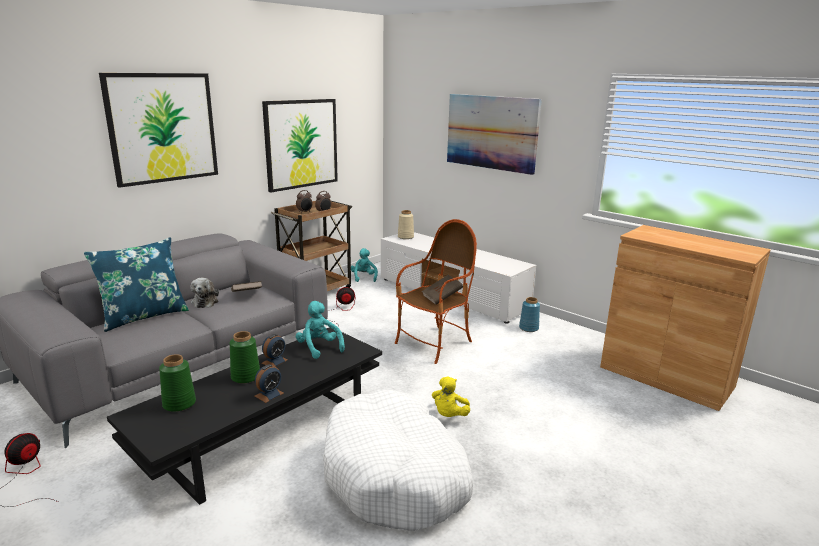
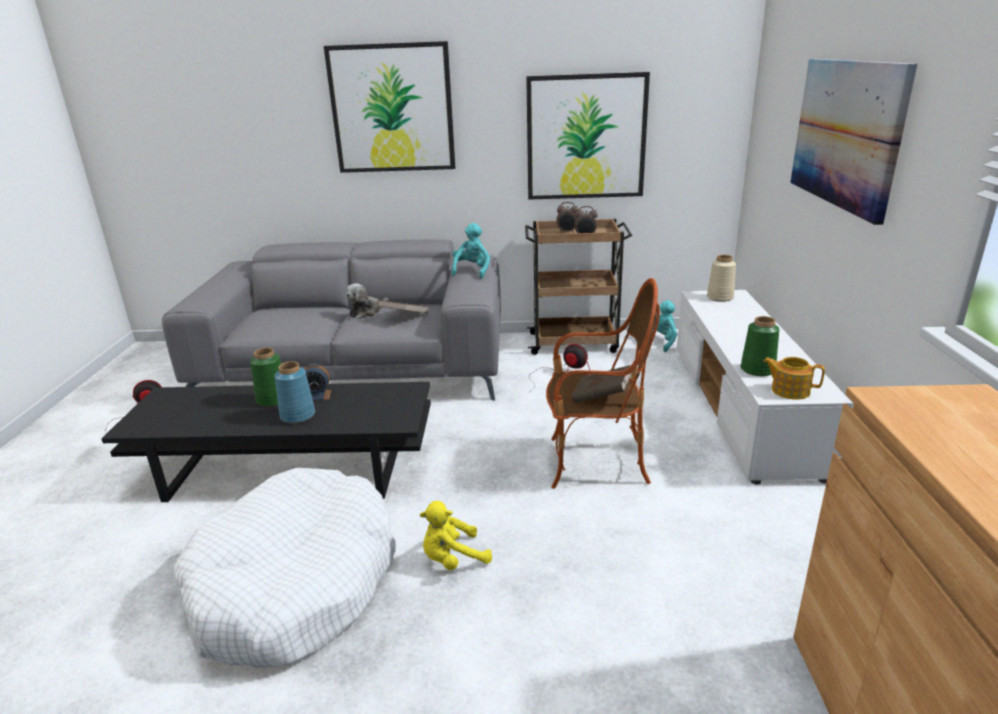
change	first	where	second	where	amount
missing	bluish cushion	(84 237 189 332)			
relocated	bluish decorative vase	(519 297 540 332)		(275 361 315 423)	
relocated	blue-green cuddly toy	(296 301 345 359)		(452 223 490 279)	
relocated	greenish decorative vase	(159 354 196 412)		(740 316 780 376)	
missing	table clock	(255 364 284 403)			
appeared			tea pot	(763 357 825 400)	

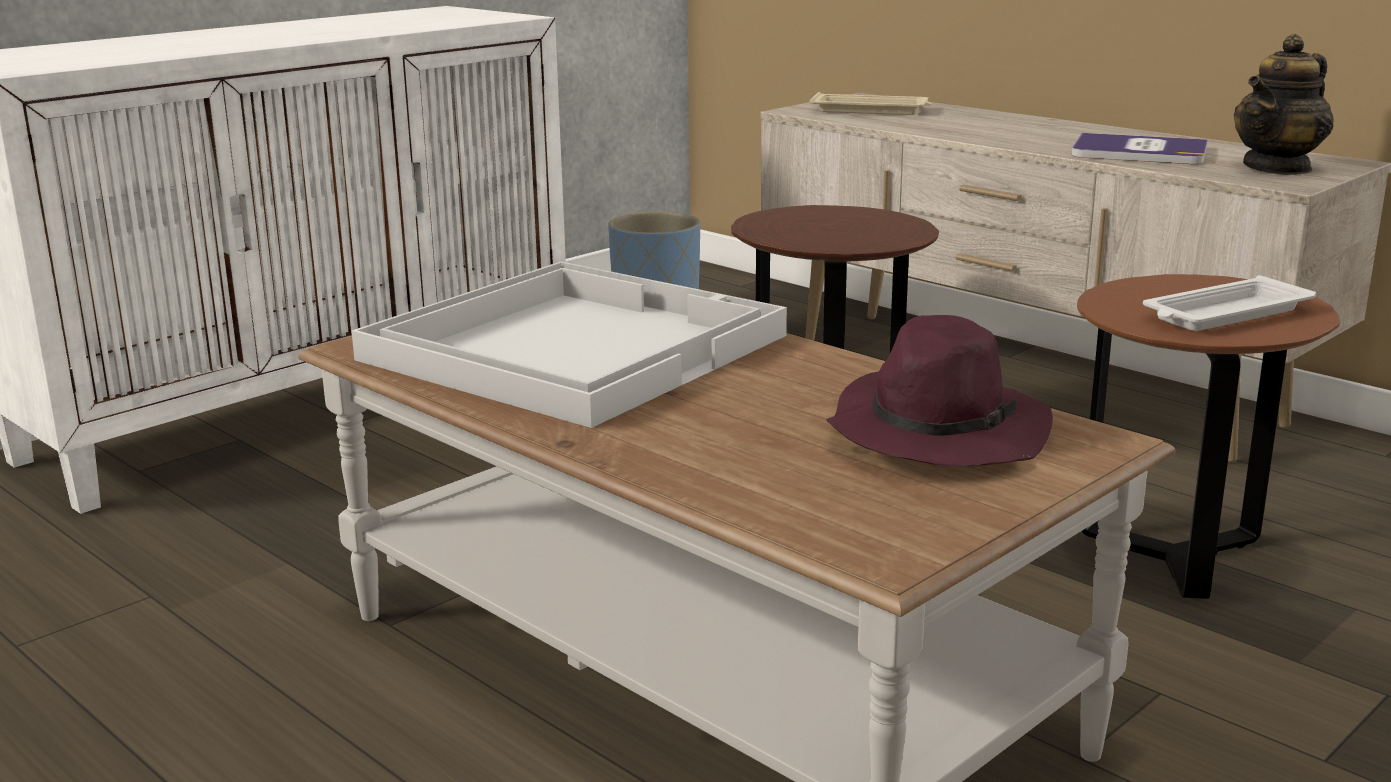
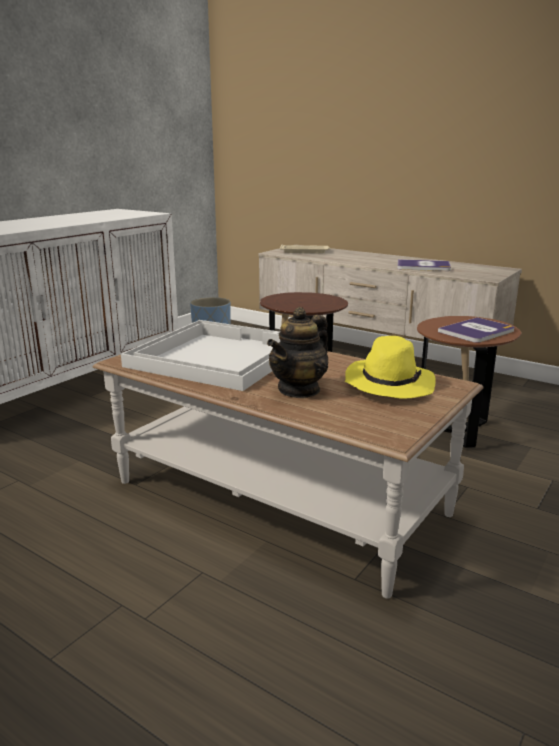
change	first	where	second	where	amount
relocated	tea pot	(1234 34 1334 175)		(267 307 328 399)	
exchanged	white tray	(1143 275 1316 331)	volume	(438 317 514 343)	
colour	purple wearable hat	(826 315 1053 467)	yellowish wearable hat	(345 336 436 399)	

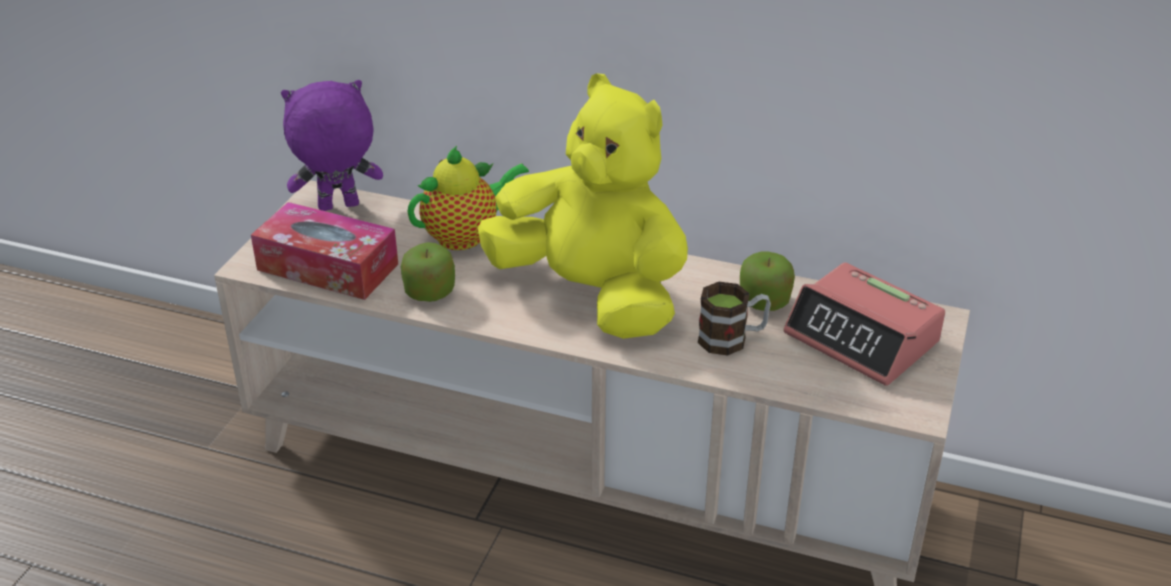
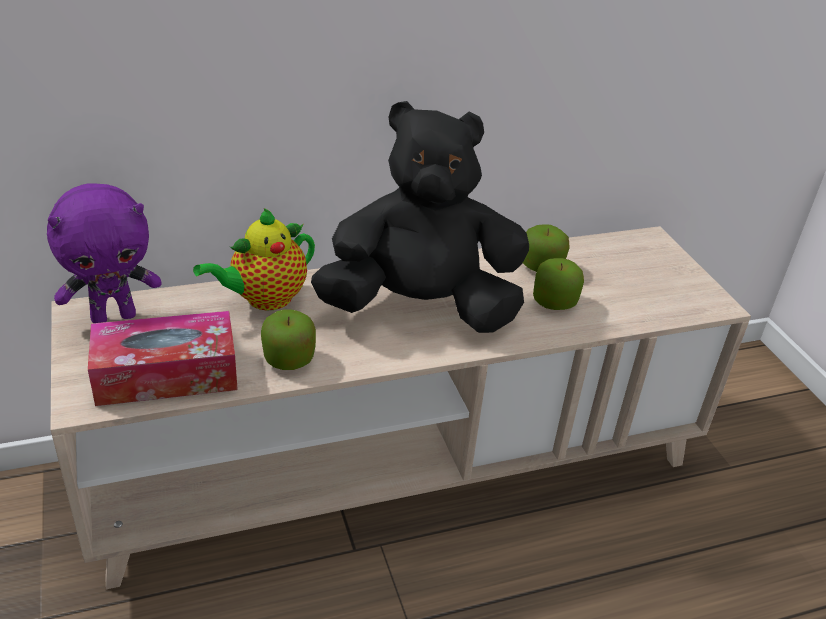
change	first	where	second	where	amount
colour	yellowish cuddly toy	(478 74 688 339)	blackish cuddly toy	(311 101 529 333)	
spun	purple cuddly toy	(281 80 383 211)		(47 183 162 323)	150 degrees counterclockwise
spun	tea pot	(407 146 529 250)		(193 208 315 311)	150 degrees counterclockwise
missing	table clock	(783 262 945 386)			
exchanged	tea mug	(698 282 771 356)	apple fruit	(533 258 584 310)	

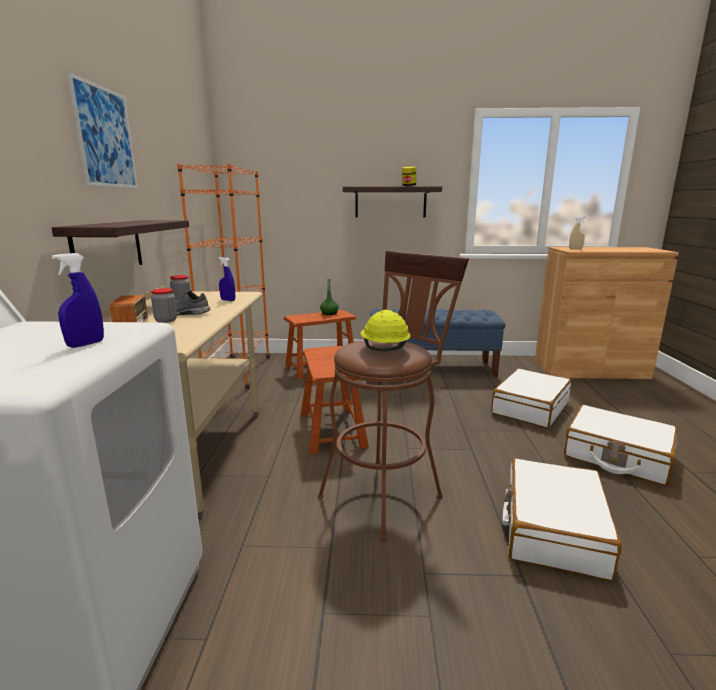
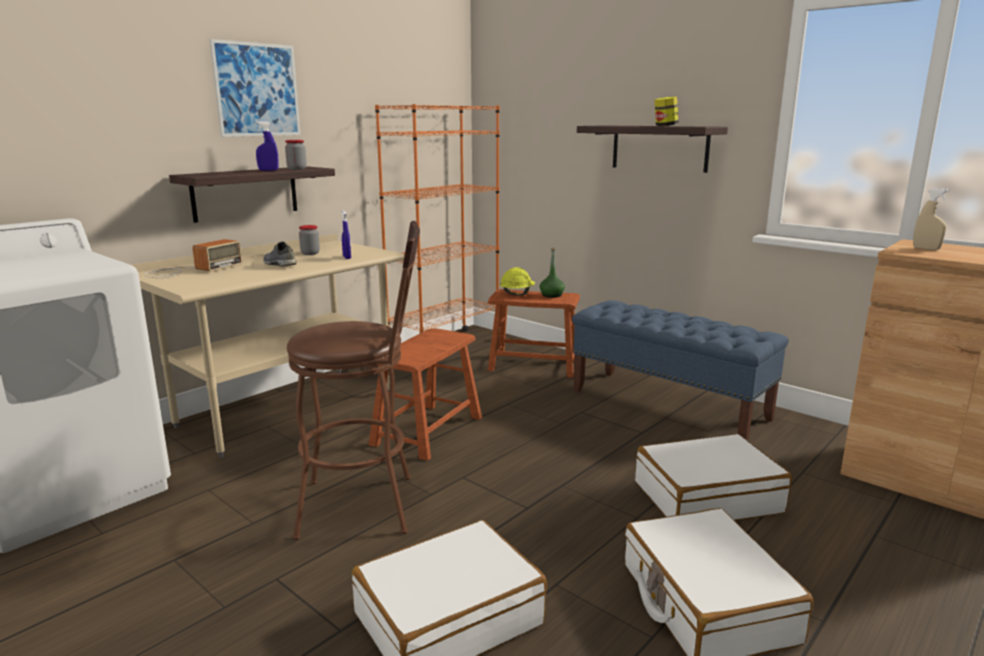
change	first	where	second	where	amount
relocated	bluish sprayer	(52 253 104 348)		(256 121 279 171)	
relocated	storage jar	(151 288 177 323)		(285 140 307 170)	
relocated	yellowish safety helmet	(361 310 411 351)		(500 267 535 295)	

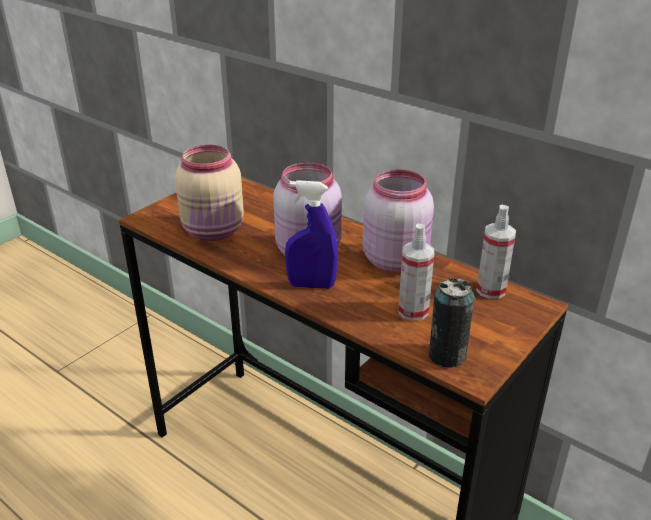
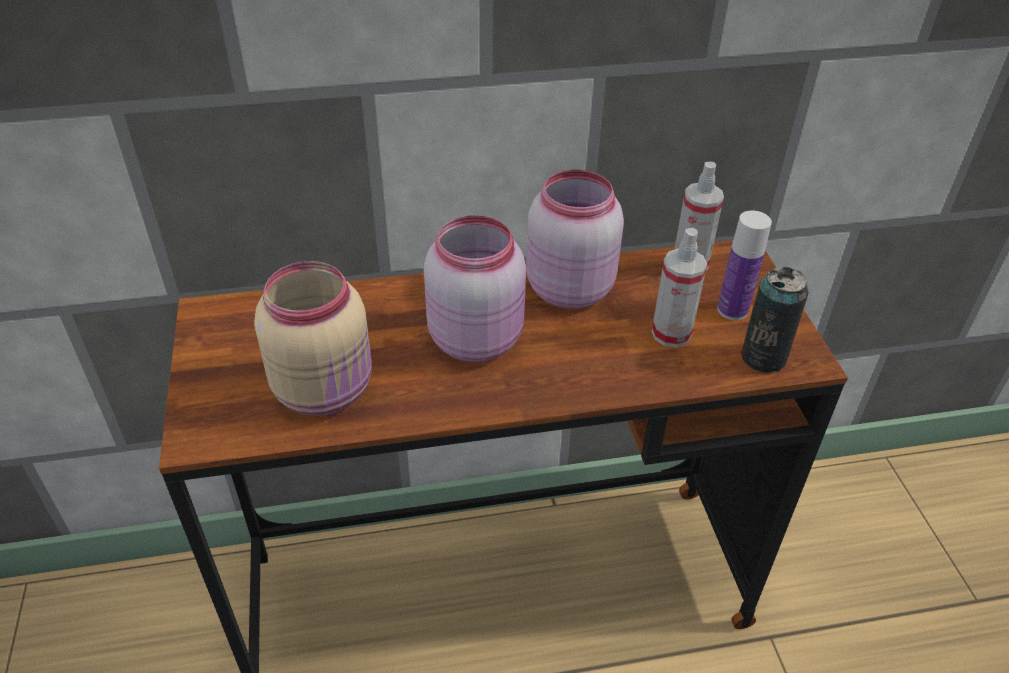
change	first	where	second	where	amount
missing	bluish sprayer	(285 180 338 289)			
appeared			beverage bottle	(717 211 772 320)	

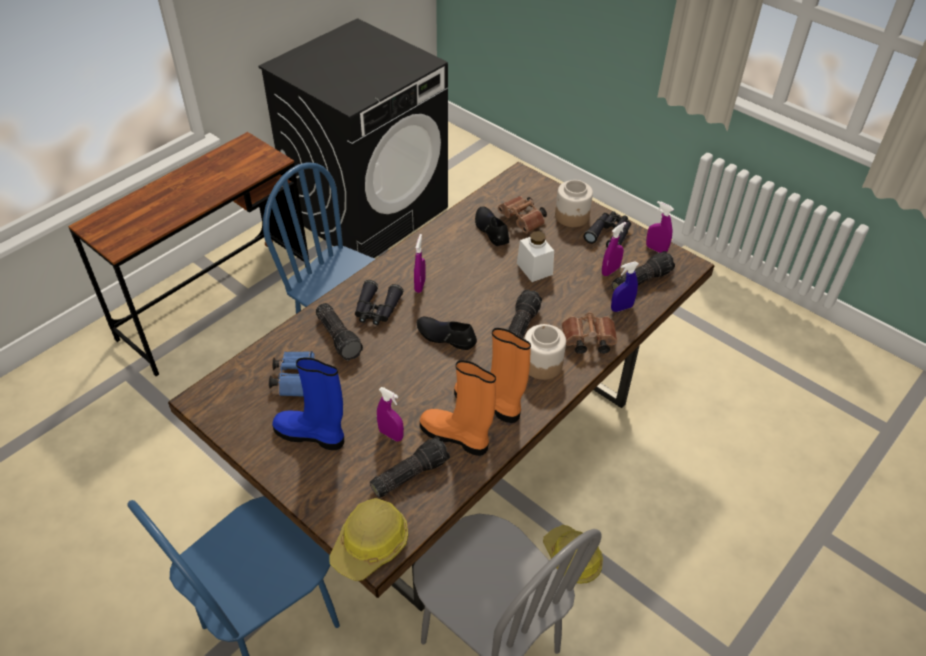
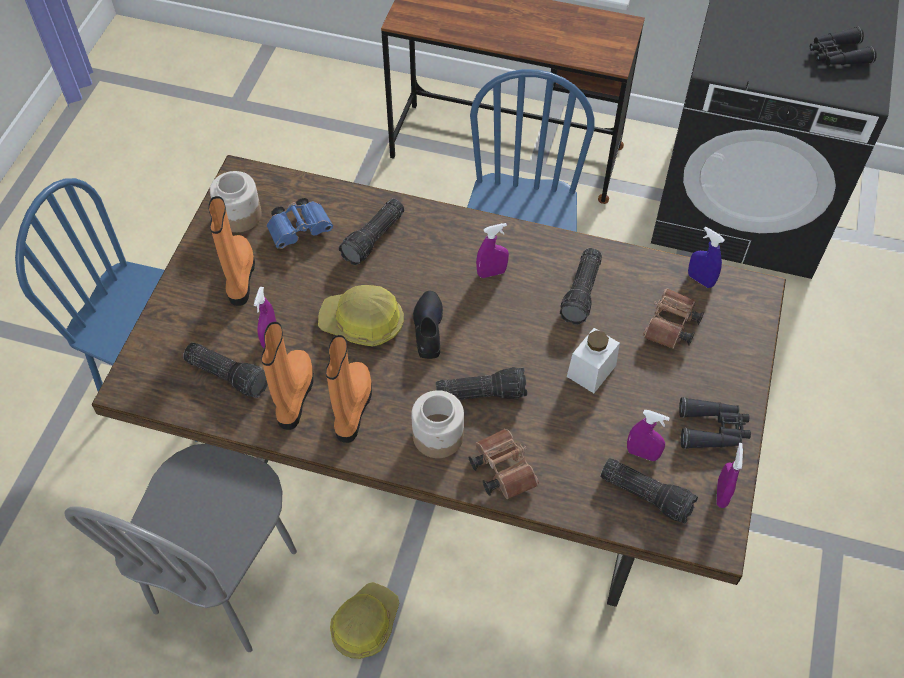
change	first	where	second	where	amount
relocated	storage jar	(555 180 593 227)		(210 171 262 232)	
missing	blackish shoe	(475 206 509 246)			
relocated	bluish sprayer	(611 261 639 312)		(688 227 725 288)	
relocated	blackish pair of binoculars	(355 280 403 325)		(810 26 877 66)	
colour	bluish tall boot	(272 357 344 450)	orangey tall boot	(208 196 255 306)	
relocated	safety helmet	(329 498 408 581)		(318 285 404 347)	
appeared			torch	(560 248 602 325)	

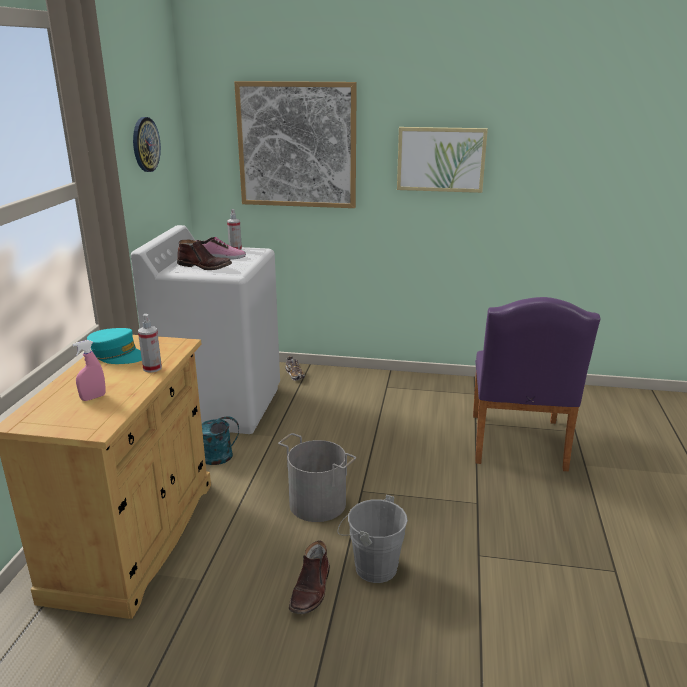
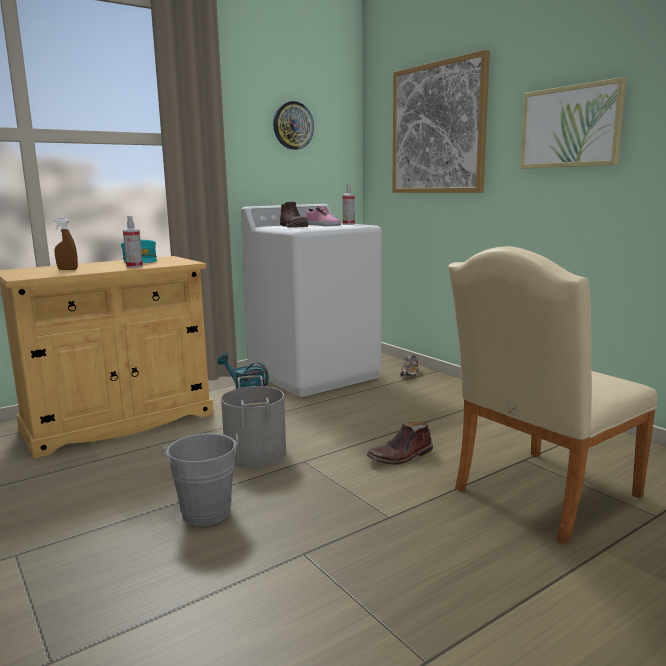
change	first	where	second	where	amount
colour	purple plain chair	(473 297 600 471)	sand-coloured plain chair	(448 246 658 545)	
colour	pink sprayer	(73 340 106 401)	brownish sprayer	(53 219 78 270)	
relocated	brownish tall boot	(289 541 330 614)		(366 421 433 465)	

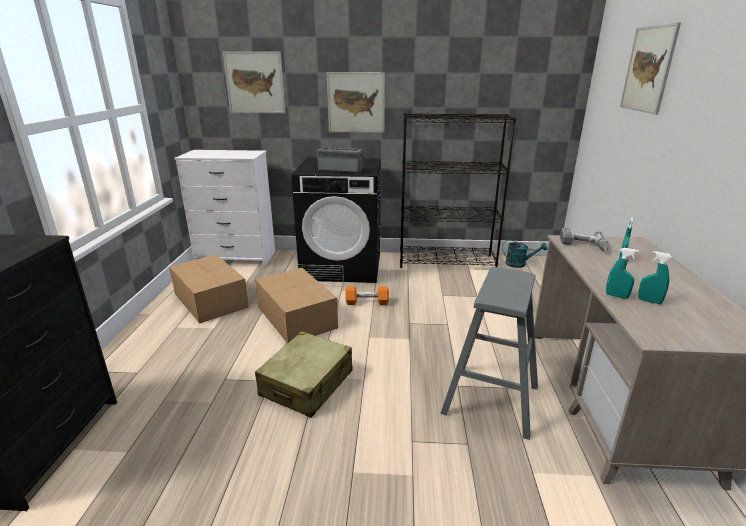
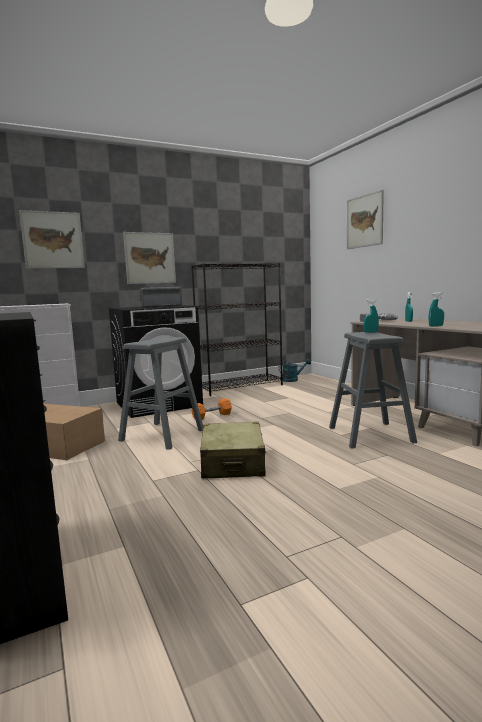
change	first	where	second	where	amount
relocated	blue-green sprayer	(638 251 672 304)		(364 299 379 333)	
exchanged	carton	(255 268 338 343)	grey stool	(118 337 203 450)	

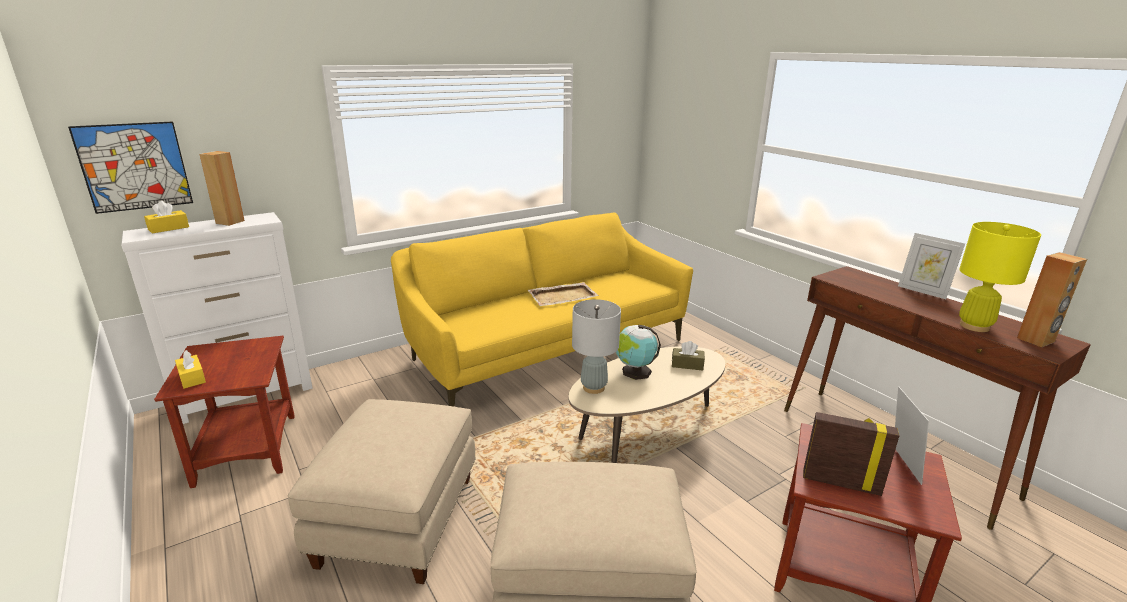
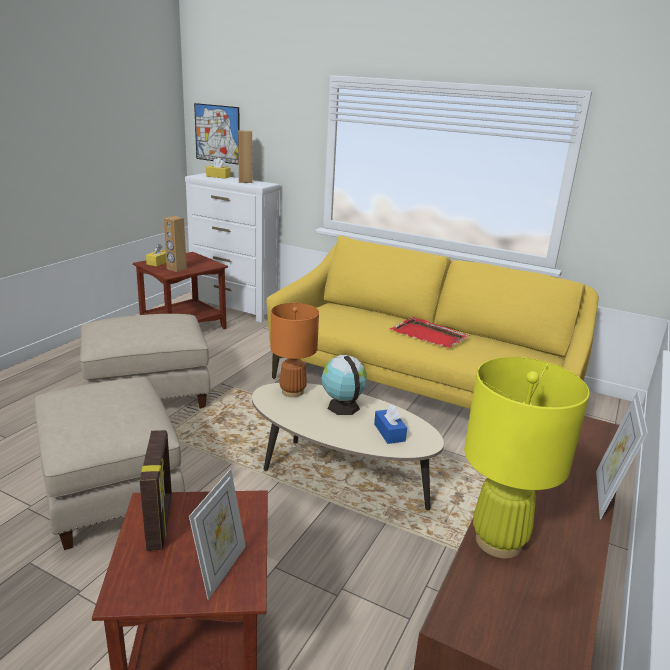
change	first	where	second	where	amount
relocated	brownish loudspeaker	(1017 252 1087 347)		(164 216 187 272)	
colour	sand-coloured tray	(528 282 599 306)	reddish tray	(390 317 470 348)	
colour	grey lamp for a table	(572 299 621 394)	orangey lamp for a table	(270 303 319 397)	
colour	brownish box of tissues	(672 341 705 371)	bluish box of tissues	(374 404 407 444)	
spun	photo frame	(895 386 929 485)		(189 469 246 600)	45 degrees counterclockwise

